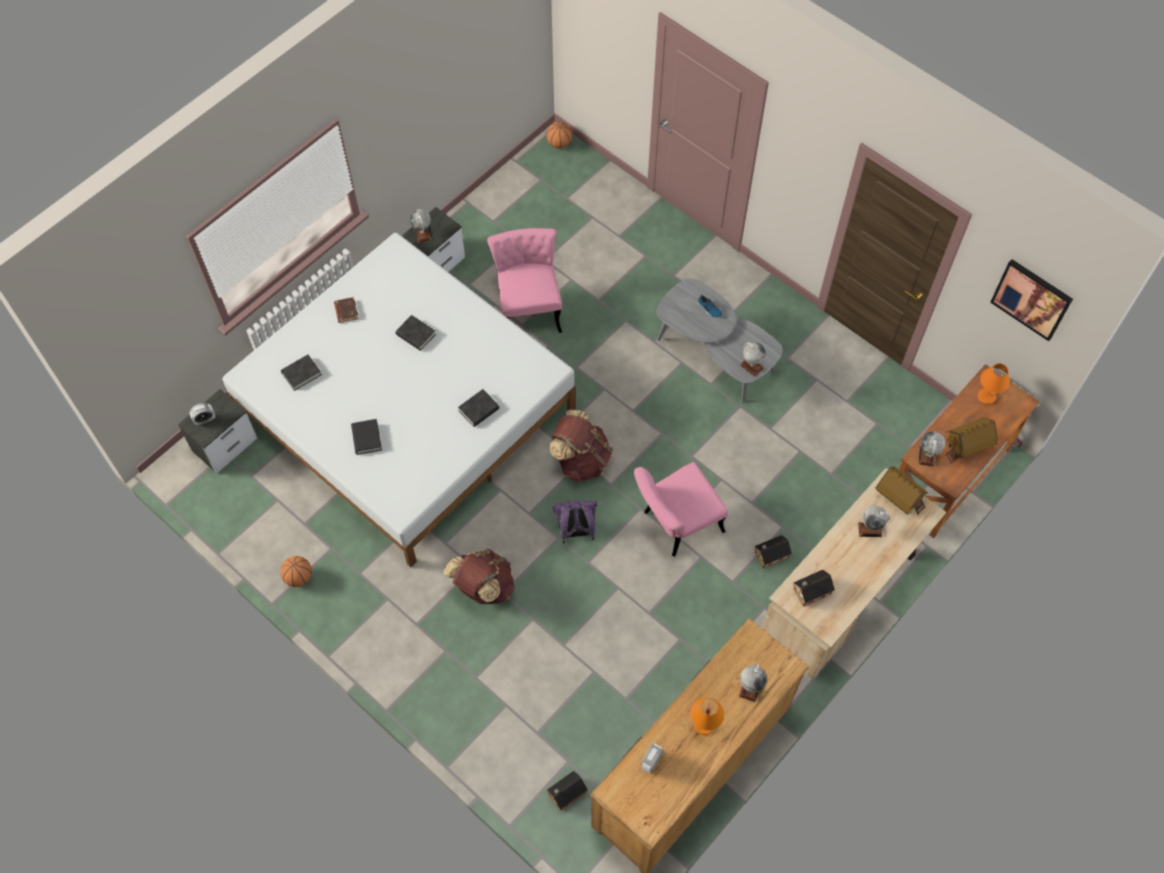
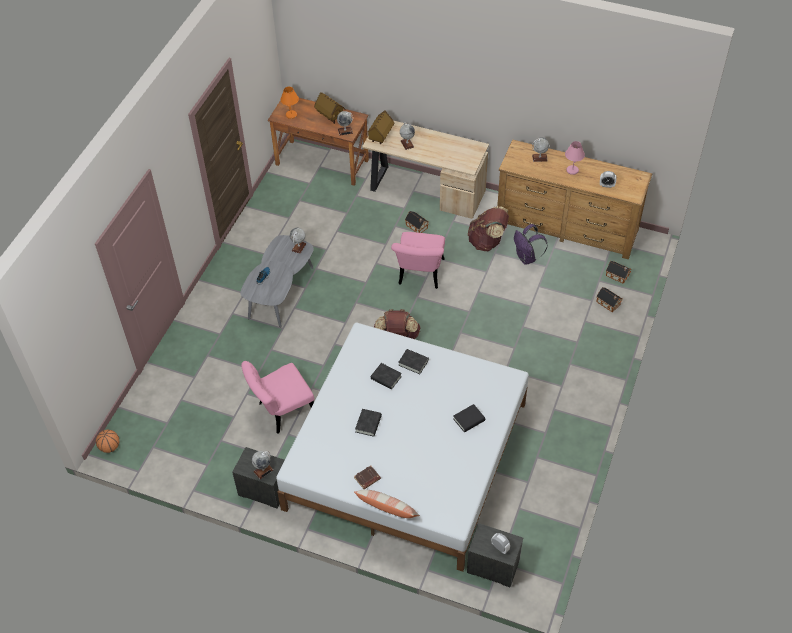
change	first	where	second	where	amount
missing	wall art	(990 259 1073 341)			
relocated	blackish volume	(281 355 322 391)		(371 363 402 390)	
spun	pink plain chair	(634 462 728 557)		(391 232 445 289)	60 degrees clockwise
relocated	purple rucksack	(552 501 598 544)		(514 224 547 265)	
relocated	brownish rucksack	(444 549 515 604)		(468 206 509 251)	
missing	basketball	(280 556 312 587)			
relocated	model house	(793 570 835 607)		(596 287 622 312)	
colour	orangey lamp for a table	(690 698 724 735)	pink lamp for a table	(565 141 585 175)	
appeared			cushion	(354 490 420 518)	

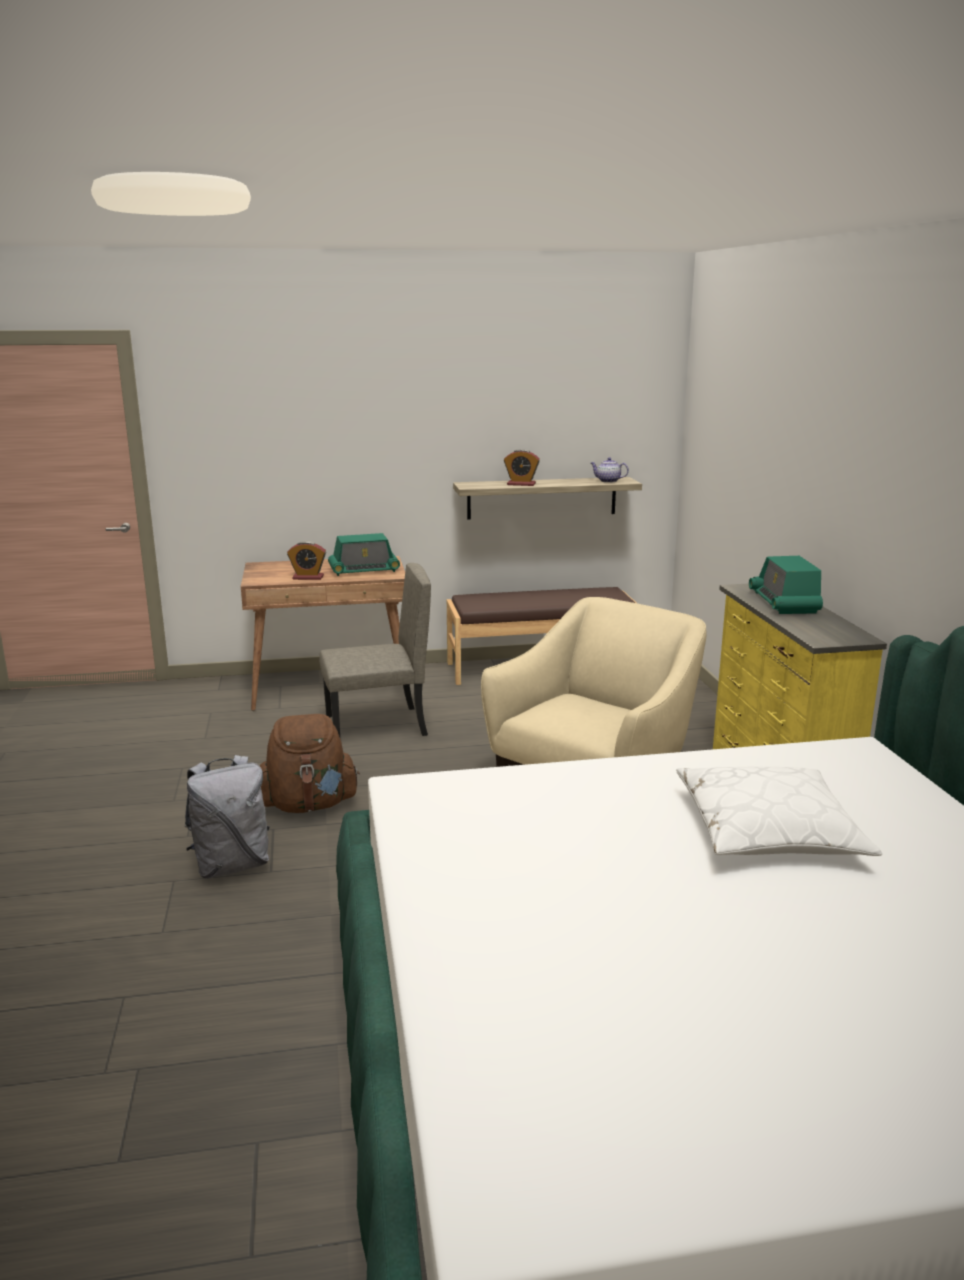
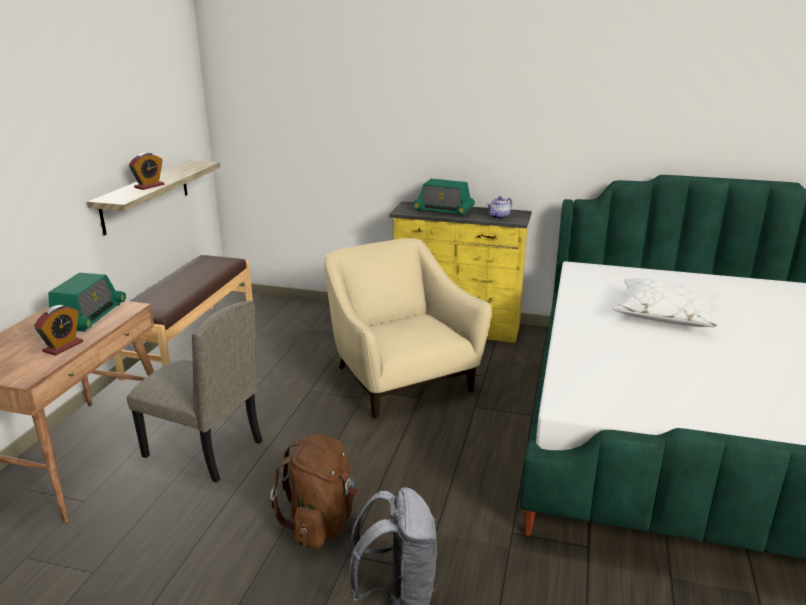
change	first	where	second	where	amount
relocated	tea pot	(591 457 629 483)		(487 196 512 219)	
spun	sand-coloured plain chair	(319 563 431 737)		(127 300 263 483)	105 degrees clockwise

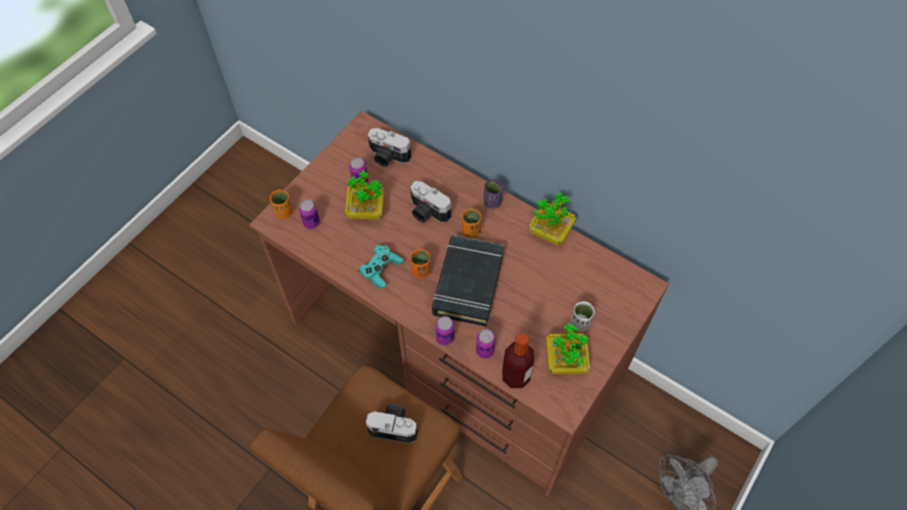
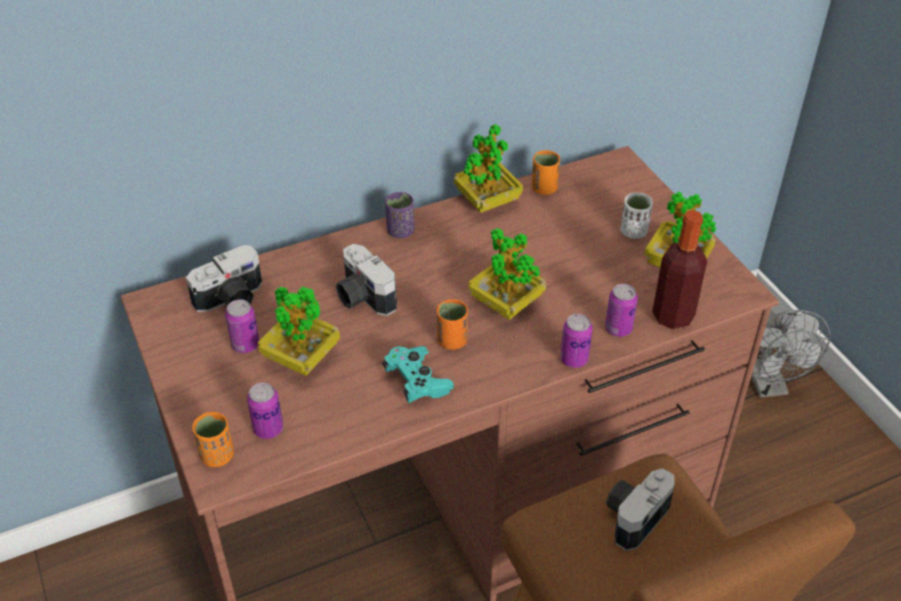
change	first	where	second	where	amount
spun	photo camera	(410 181 451 223)		(335 244 397 316)	75 degrees clockwise
relocated	orangey drinking cup	(462 209 481 238)		(532 150 560 195)	
exchanged	blackish volume	(432 235 505 327)	potted plant	(468 228 546 320)	

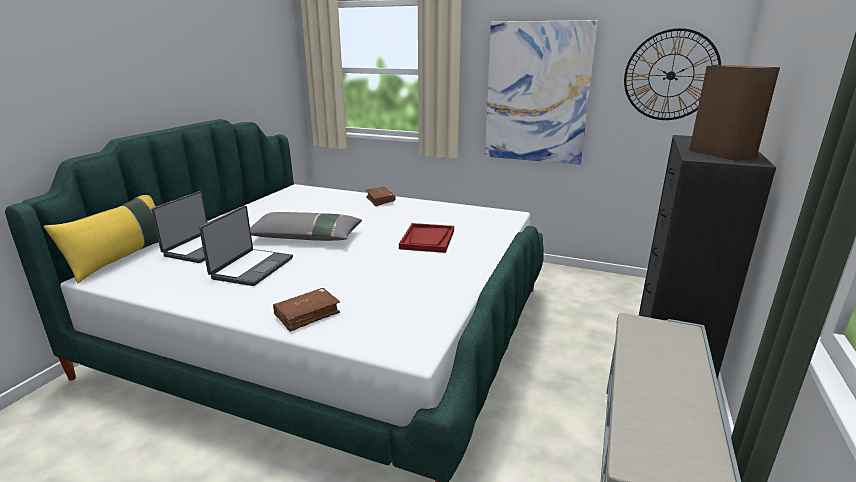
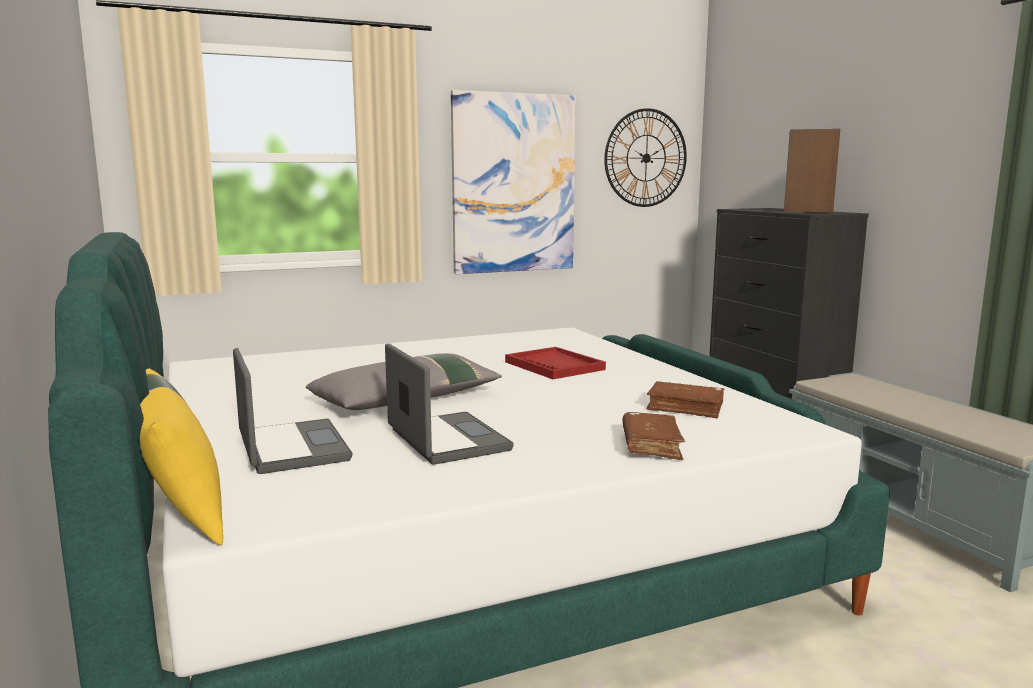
change	first	where	second	where	amount
relocated	brownish volume	(366 187 396 206)		(646 381 724 418)	

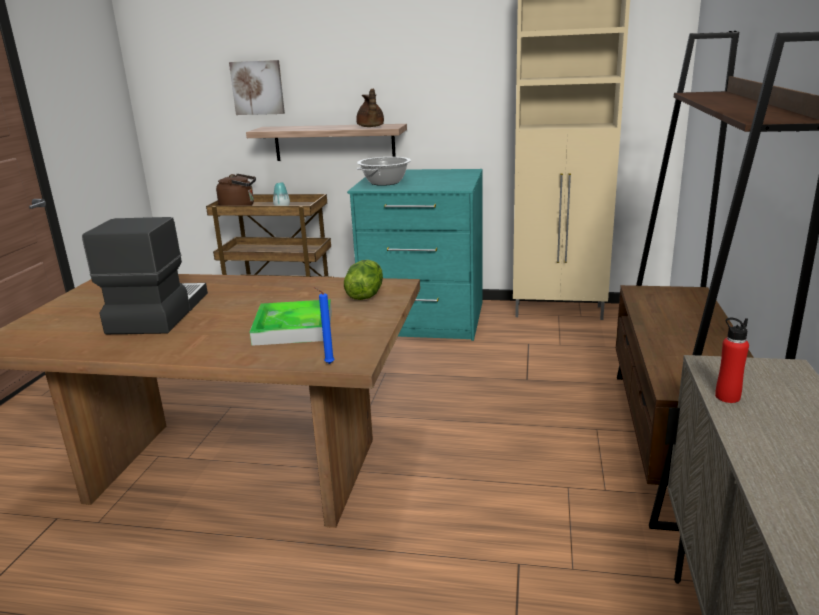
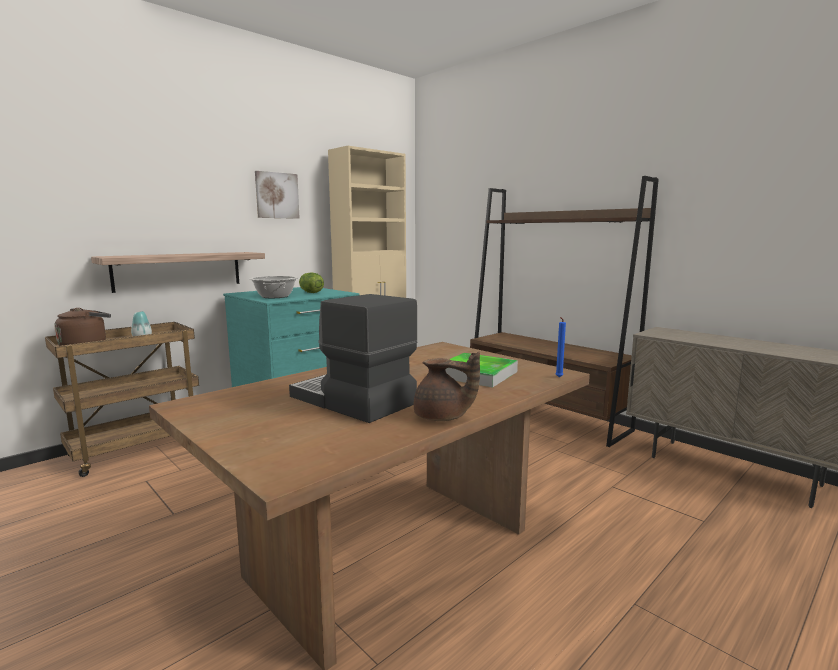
change	first	where	second	where	amount
relocated	wall art	(229 60 285 115)		(255 171 300 219)	
relocated	brownish tea pot	(356 89 384 127)		(414 352 480 421)	
relocated	lettuce	(344 260 383 300)		(299 273 324 293)	
missing	reddish beverage bottle	(715 318 749 403)			

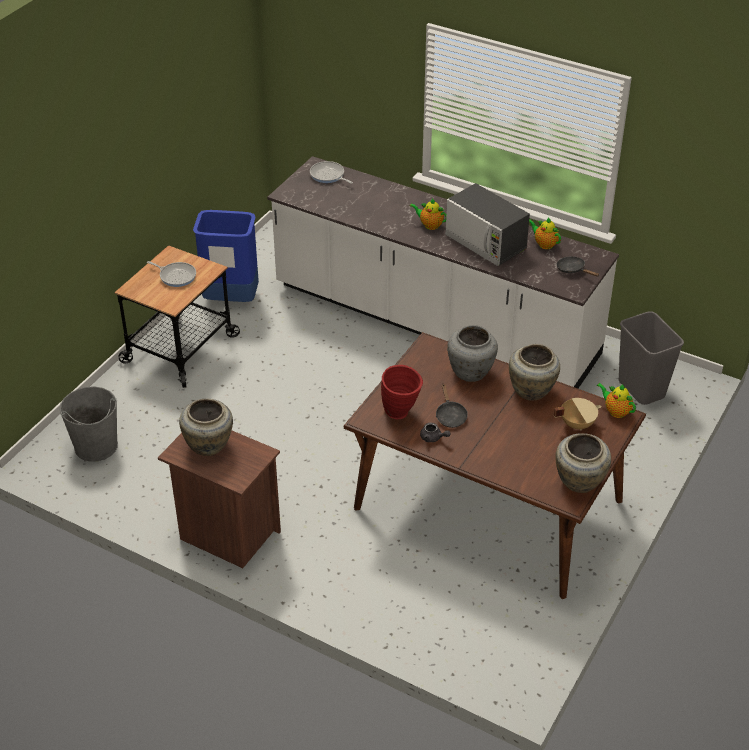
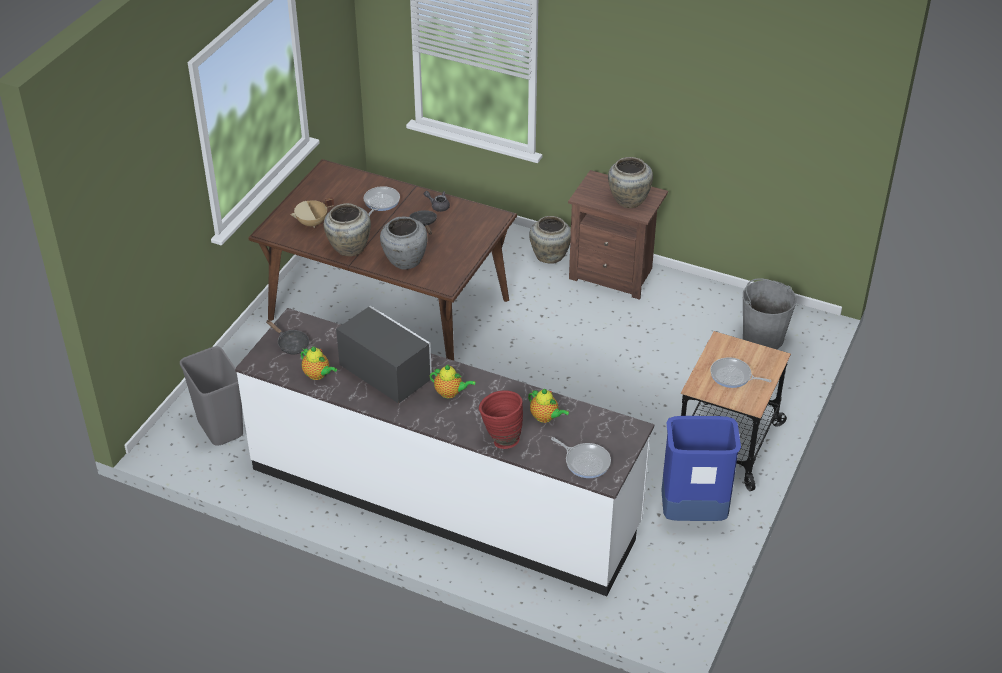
change	first	where	second	where	amount
relocated	reddish decorative vase	(381 365 423 419)		(479 390 523 449)	
relocated	tea pot	(597 383 636 418)		(528 389 569 423)	
relocated	sand-coloured decorative vase	(555 433 611 493)		(529 216 571 264)	
appeared			skillet	(364 186 400 217)	

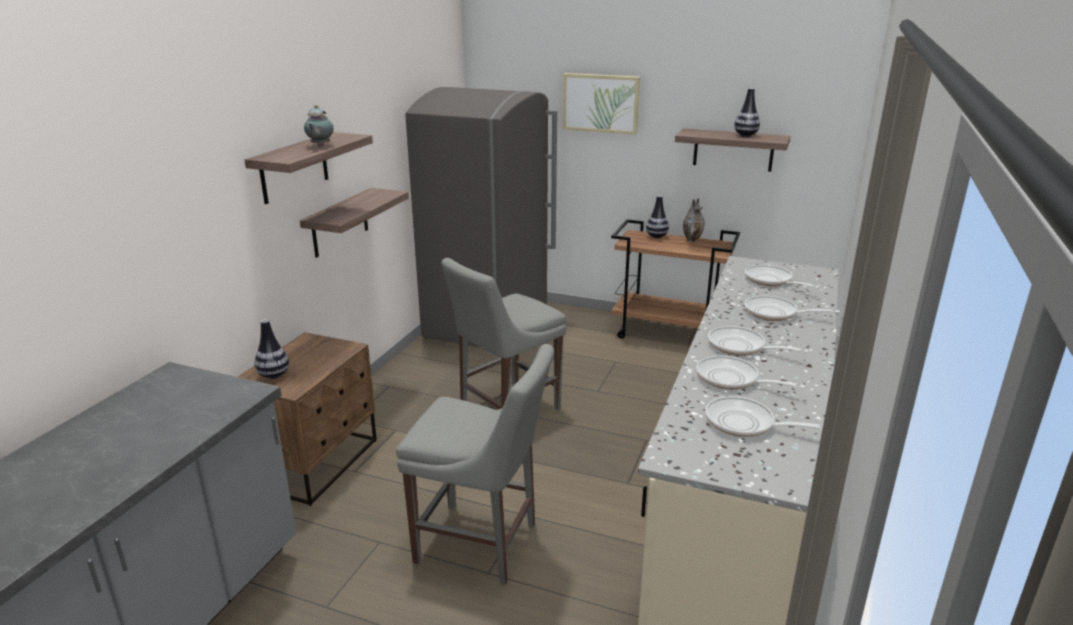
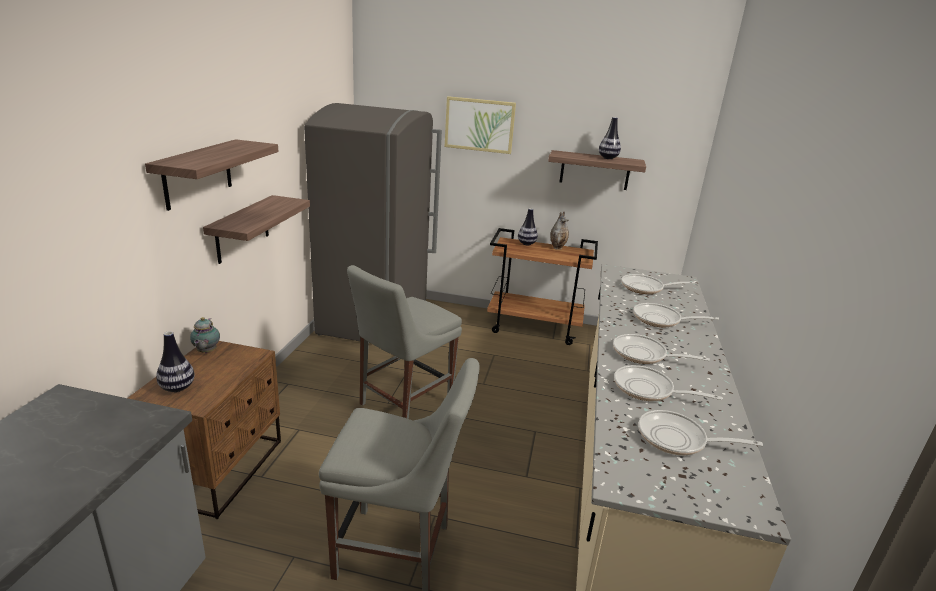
change	first	where	second	where	amount
relocated	tea pot	(304 105 334 147)		(190 317 220 353)	
spun	skillet	(745 265 820 289)		(622 274 695 294)	45 degrees counterclockwise

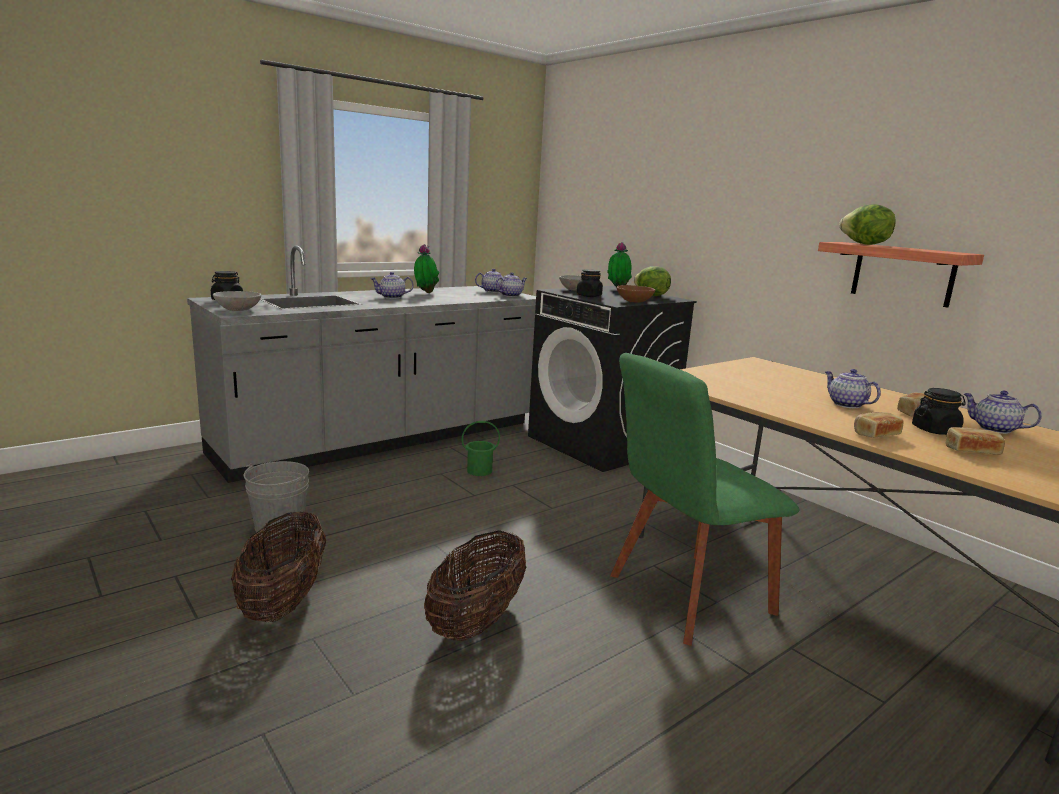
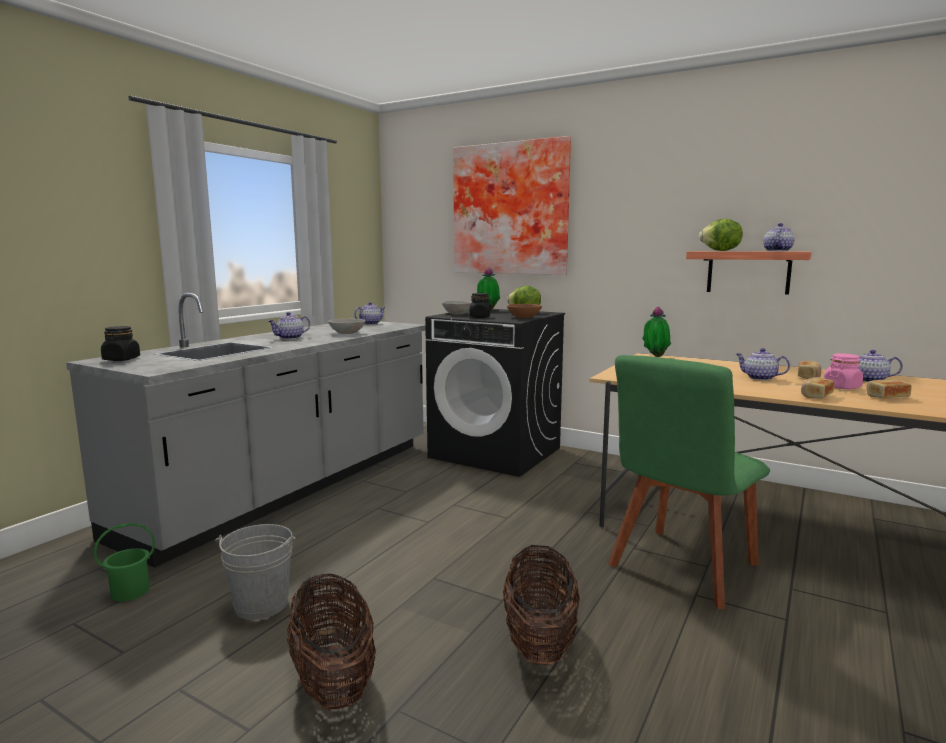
change	first	where	second	where	amount
relocated	potted plant	(414 244 439 293)		(642 306 671 357)	
relocated	tea pot	(495 272 527 297)		(763 223 795 251)	
relocated	grey serving bowl	(213 291 261 311)		(328 319 365 334)	
colour	blackish storage jar	(912 388 966 435)	pink storage jar	(824 353 863 389)	
relocated	greenish water bucket	(461 421 500 476)		(94 523 155 602)	
appeared			wall art	(453 136 571 275)	

